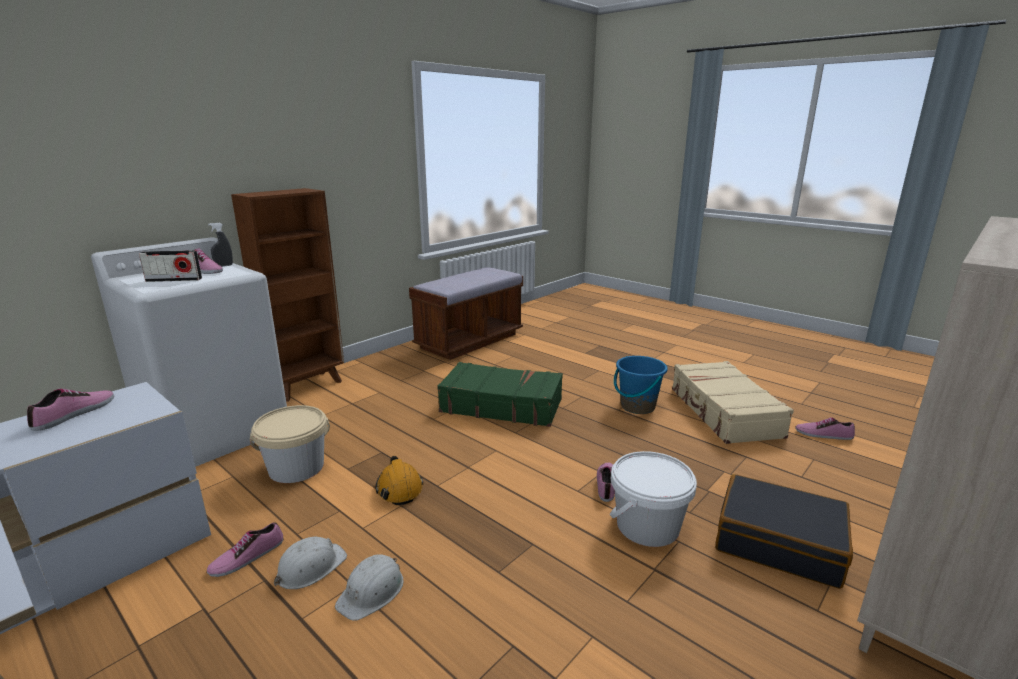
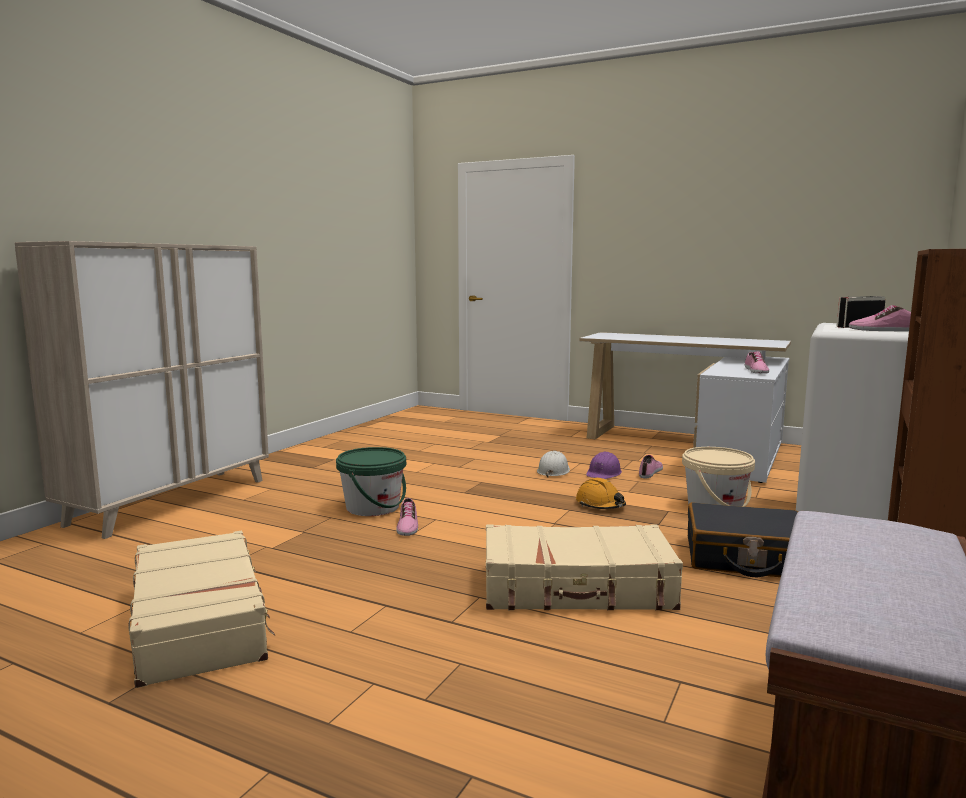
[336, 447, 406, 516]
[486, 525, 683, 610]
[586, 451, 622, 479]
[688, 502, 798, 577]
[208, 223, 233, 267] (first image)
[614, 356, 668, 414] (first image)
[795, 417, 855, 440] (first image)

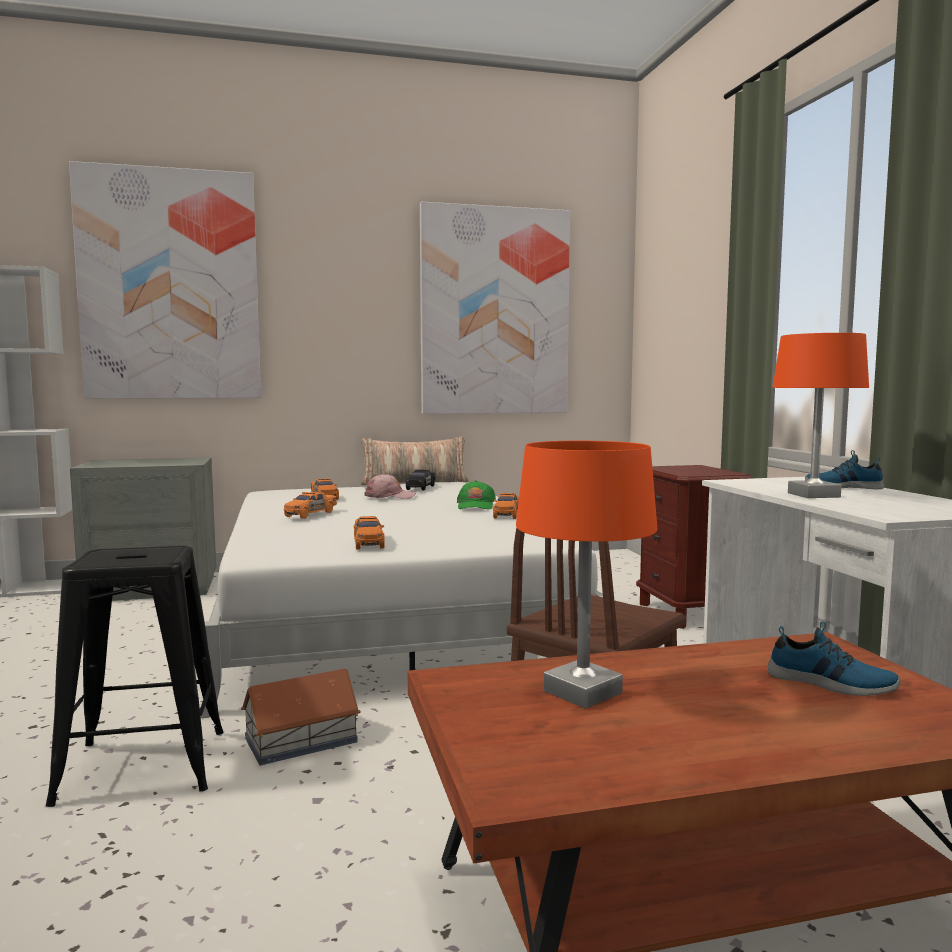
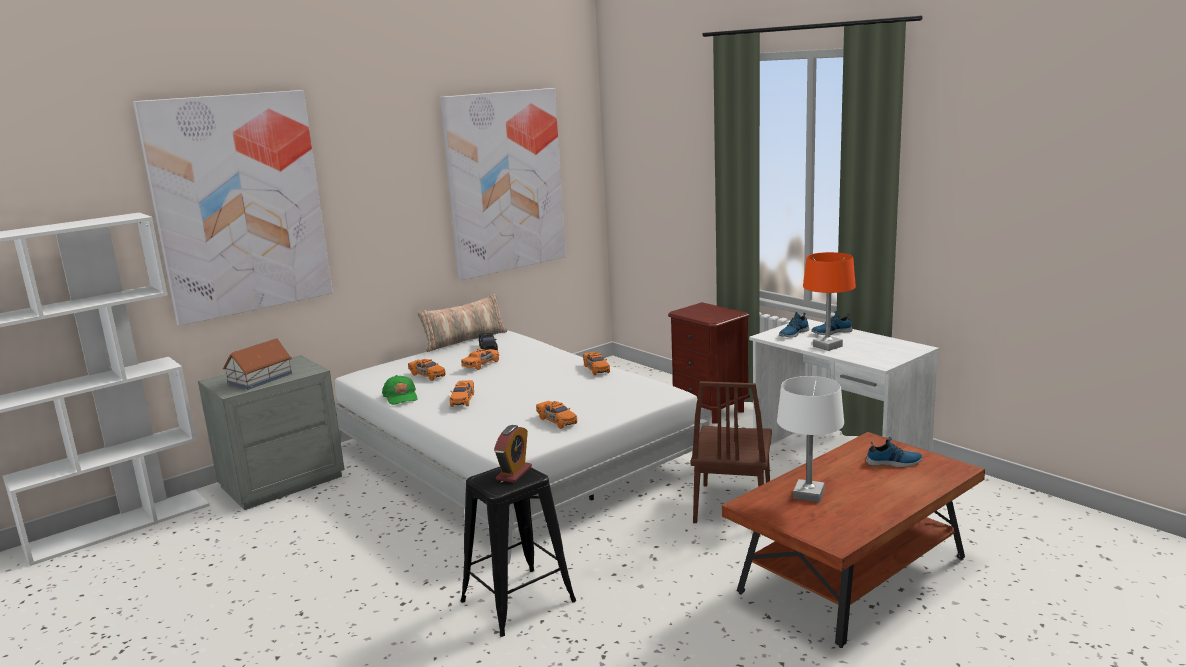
[222, 338, 292, 390]
[382, 375, 417, 405]
[461, 349, 499, 370]
[494, 425, 532, 483]
[777, 376, 844, 503]
[779, 312, 809, 338]

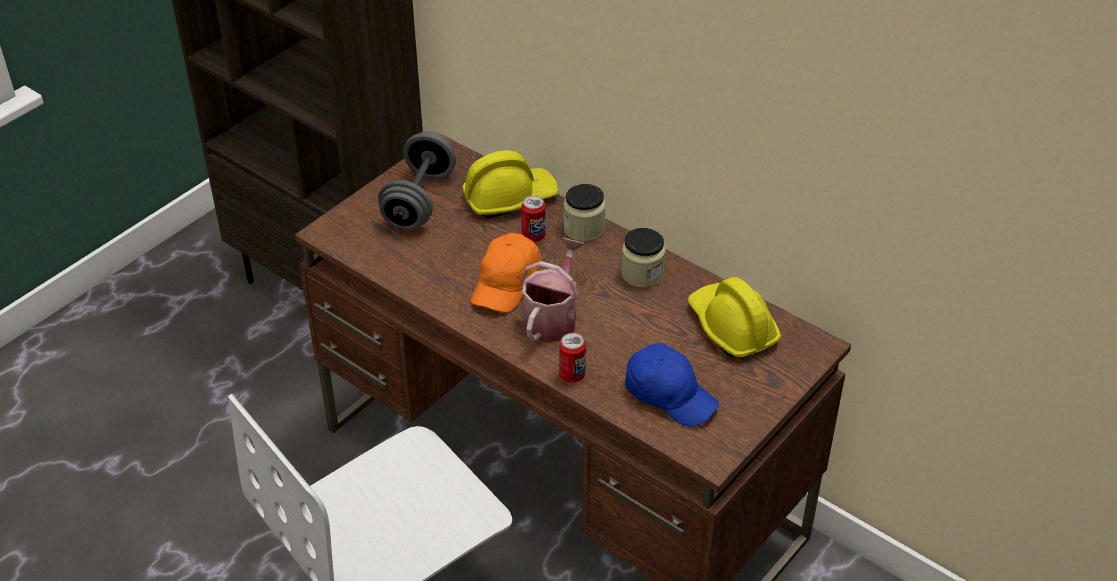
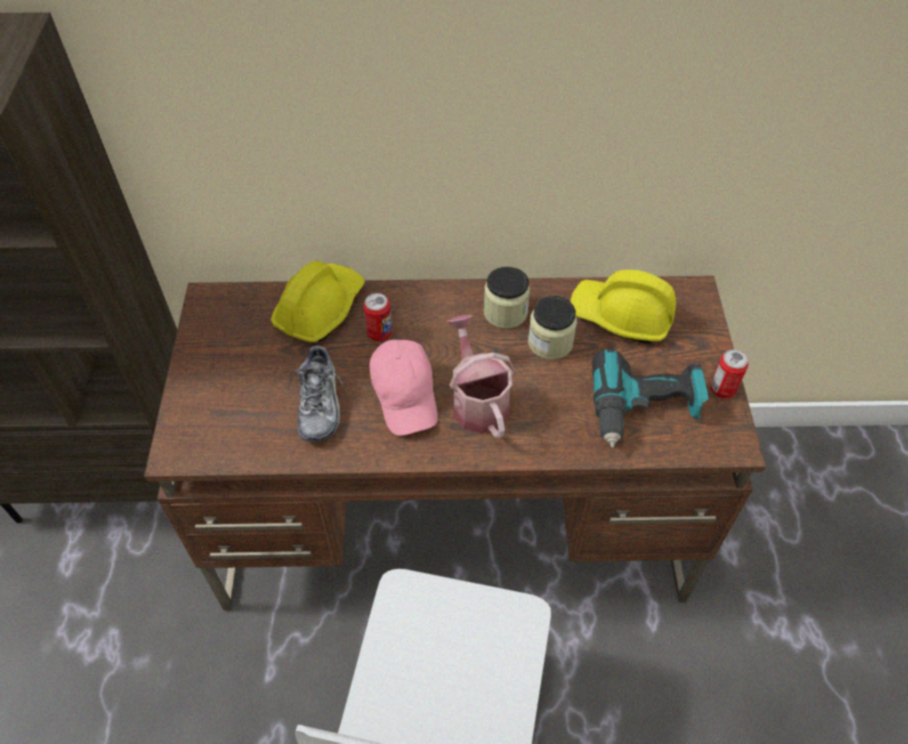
[287, 344, 343, 442]
[370, 340, 438, 436]
[528, 296, 577, 360]
[592, 349, 709, 449]
[710, 349, 748, 398]
[378, 131, 456, 230] (first image)

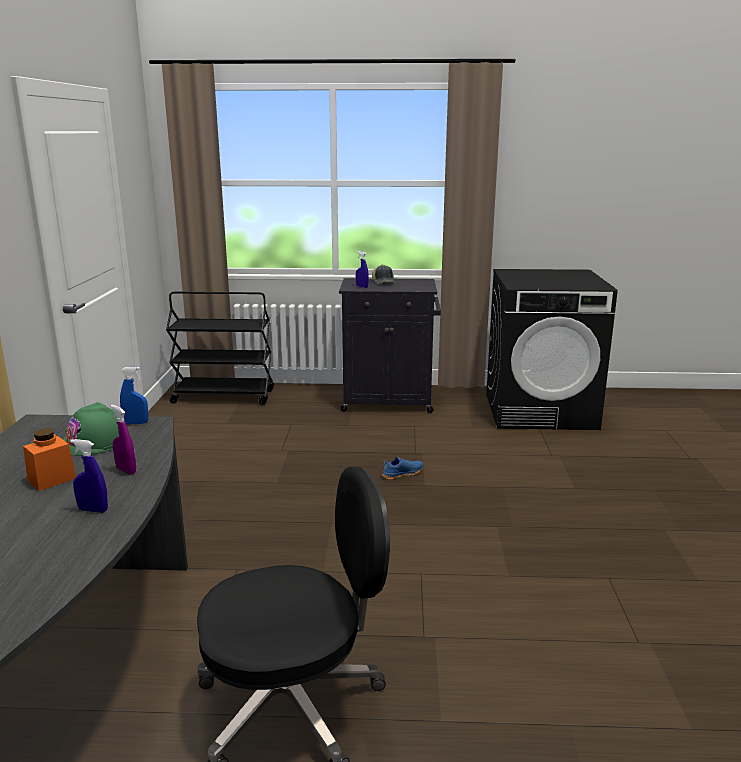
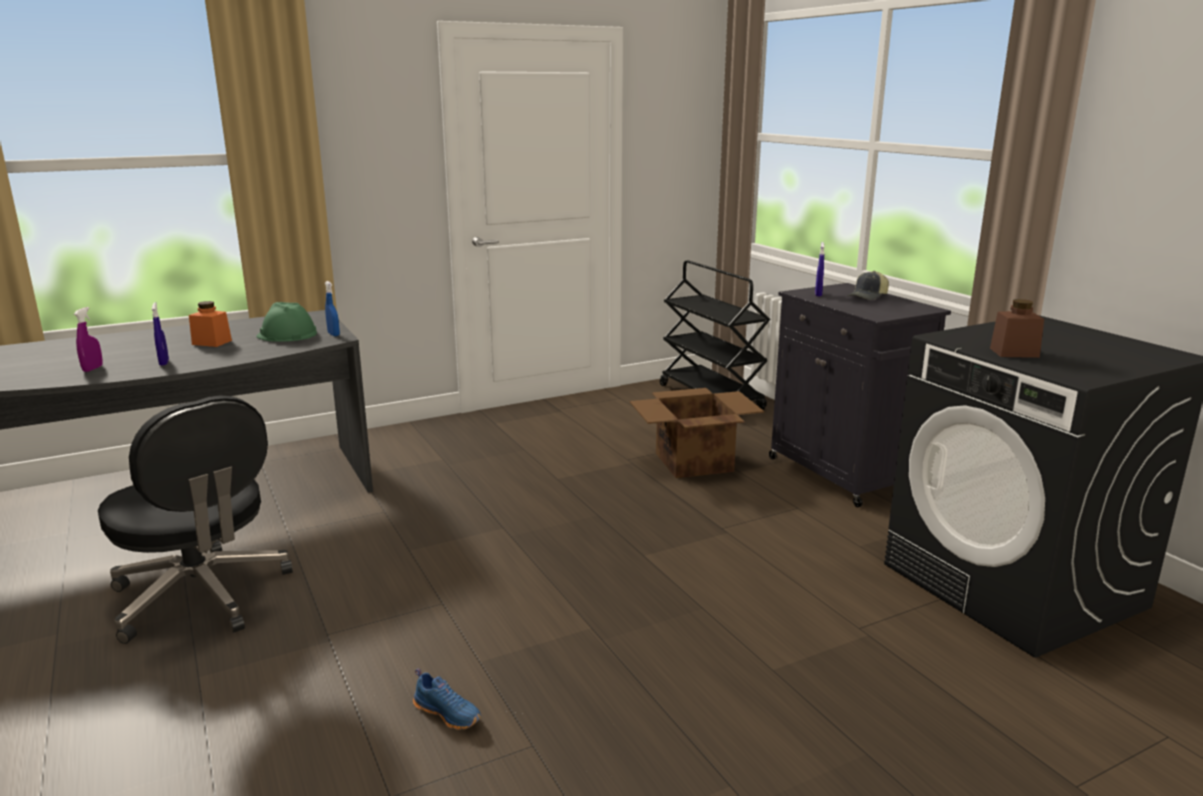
[74, 307, 103, 372]
[413, 668, 481, 730]
[630, 388, 764, 478]
[990, 299, 1044, 358]

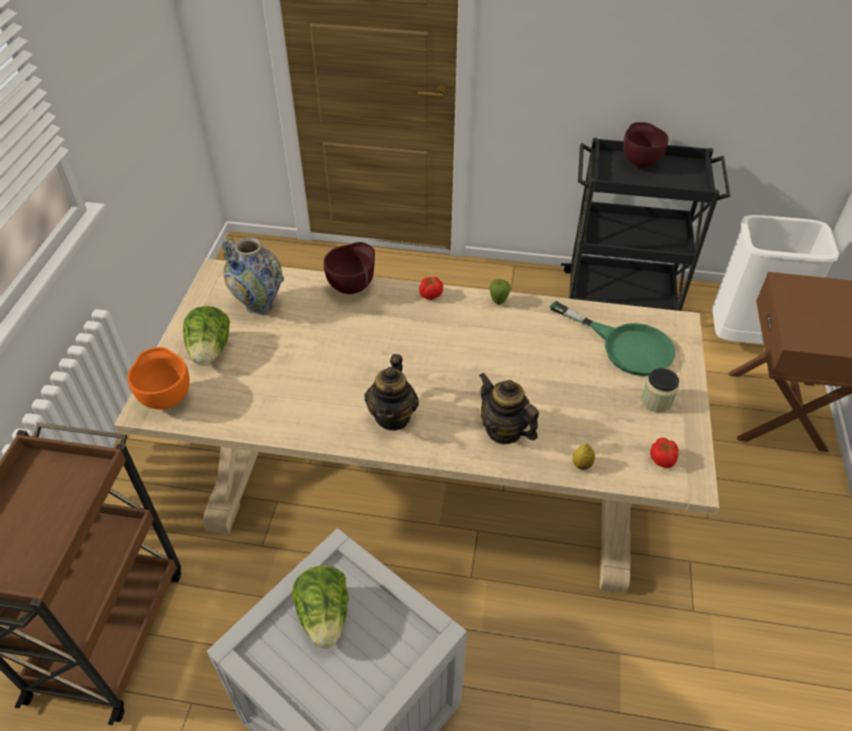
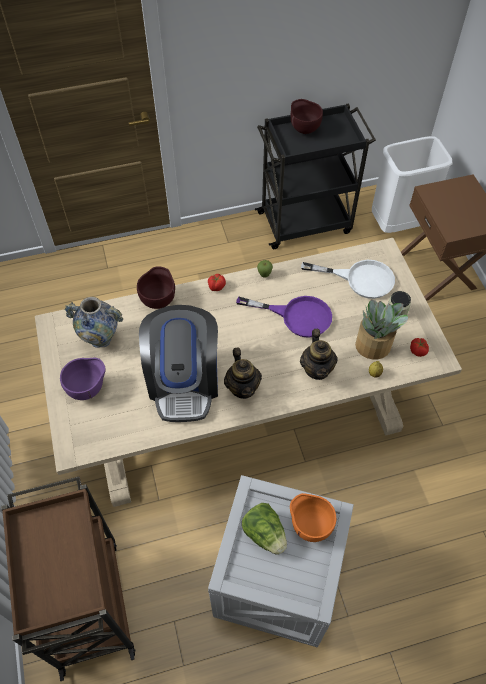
[60, 358, 106, 400]
[139, 305, 218, 422]
[236, 296, 332, 338]
[290, 493, 336, 542]
[300, 329, 338, 380]
[301, 260, 395, 299]
[355, 299, 409, 360]

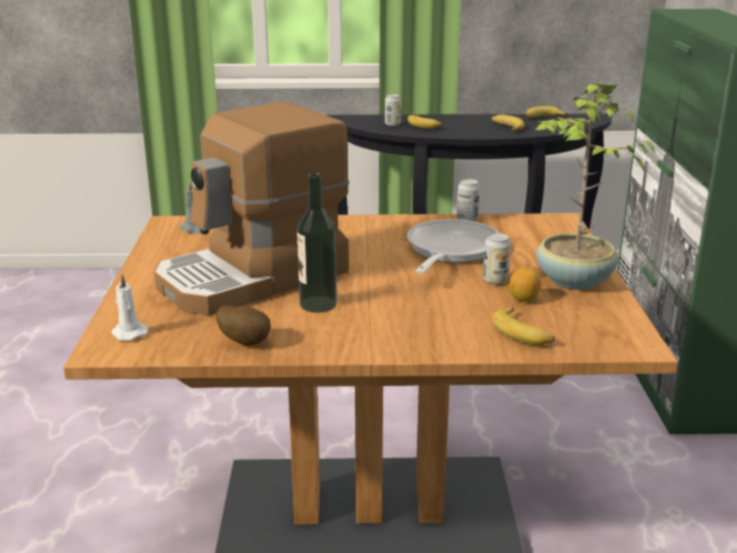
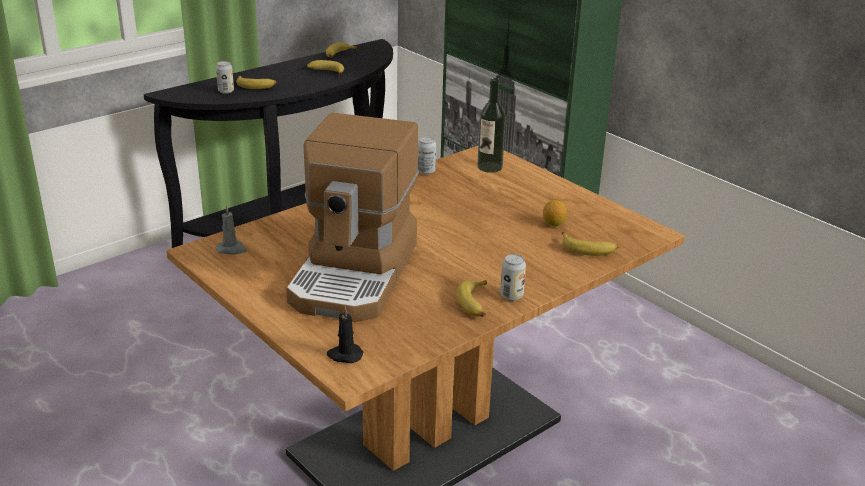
[327, 306, 363, 363]
[456, 280, 487, 317]
[477, 78, 506, 173]
[500, 254, 526, 301]
[216, 305, 271, 346] (first image)
[407, 219, 500, 274] (first image)
[534, 81, 656, 290] (first image)

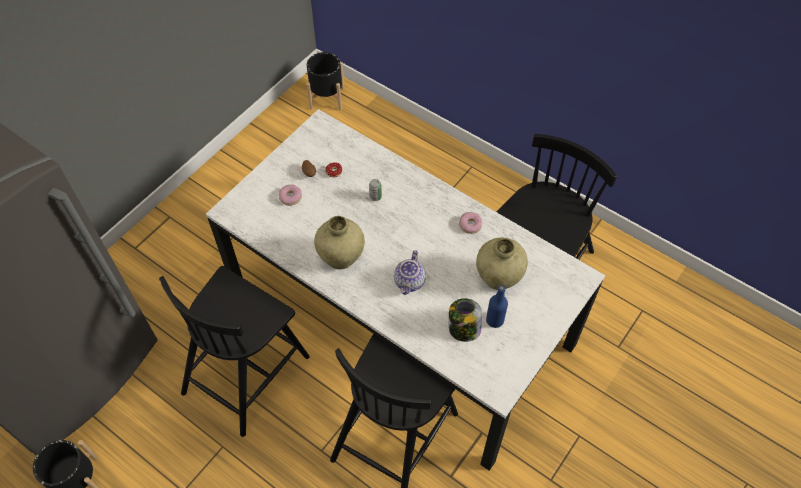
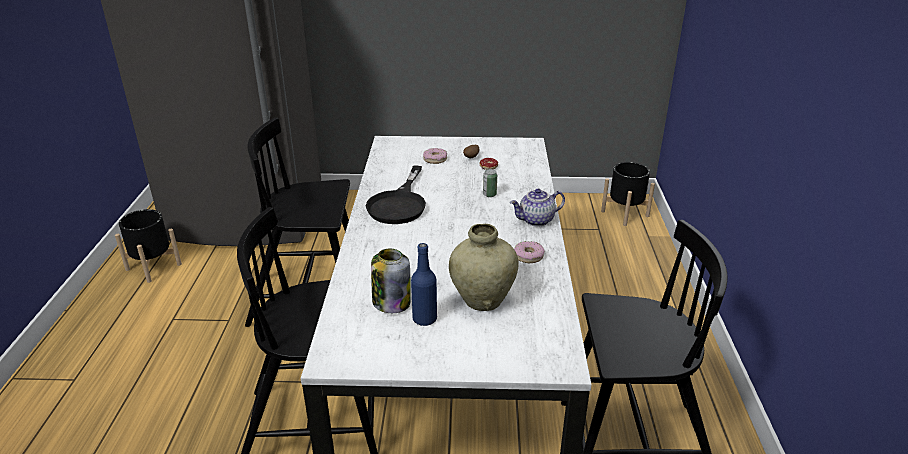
[366, 166, 426, 224]
[510, 189, 565, 227]

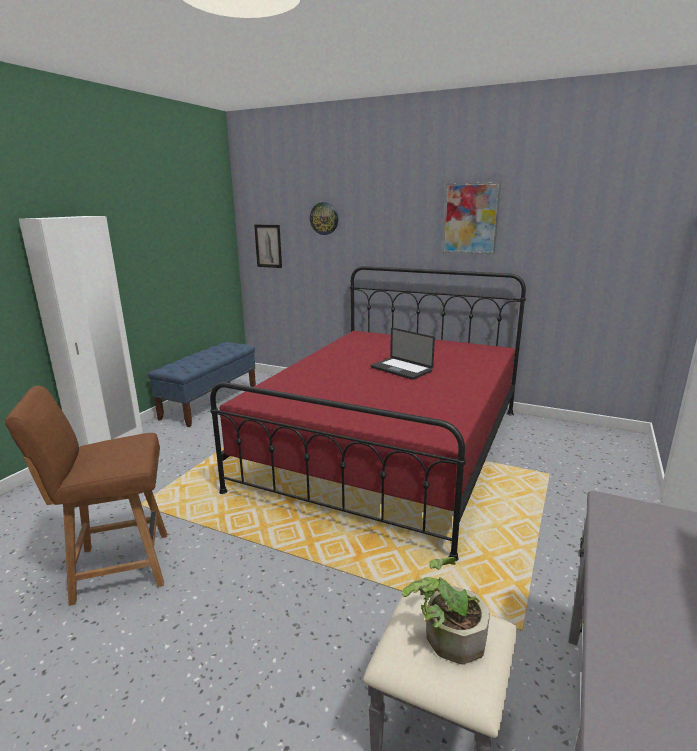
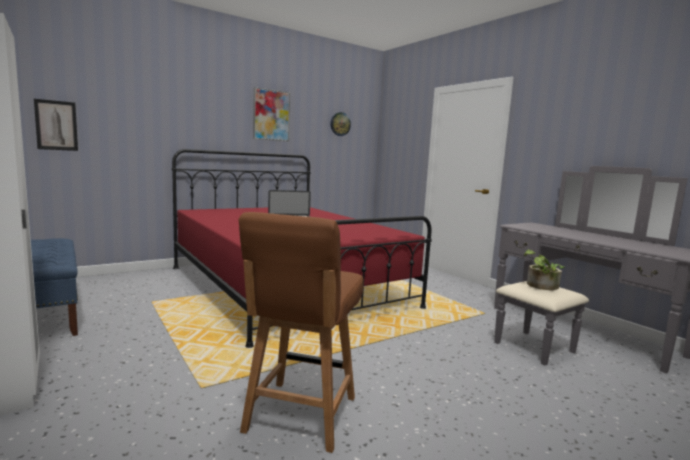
[330, 112, 351, 136]

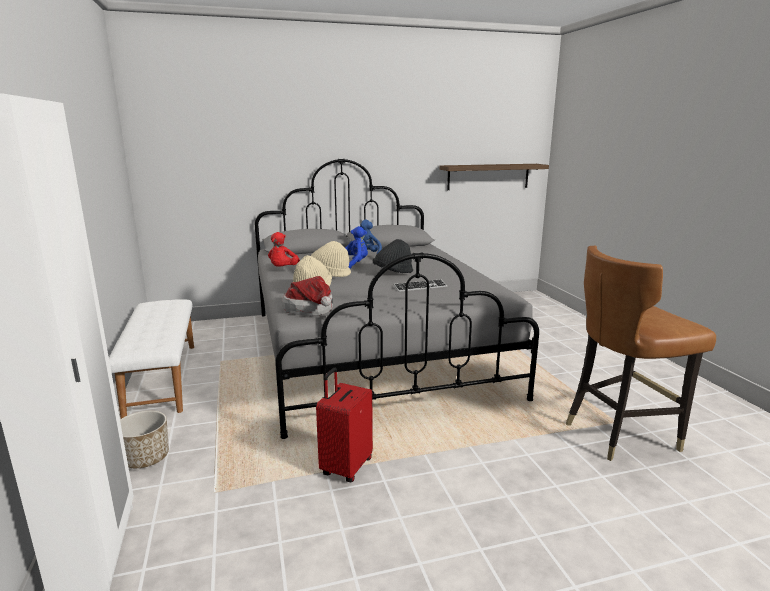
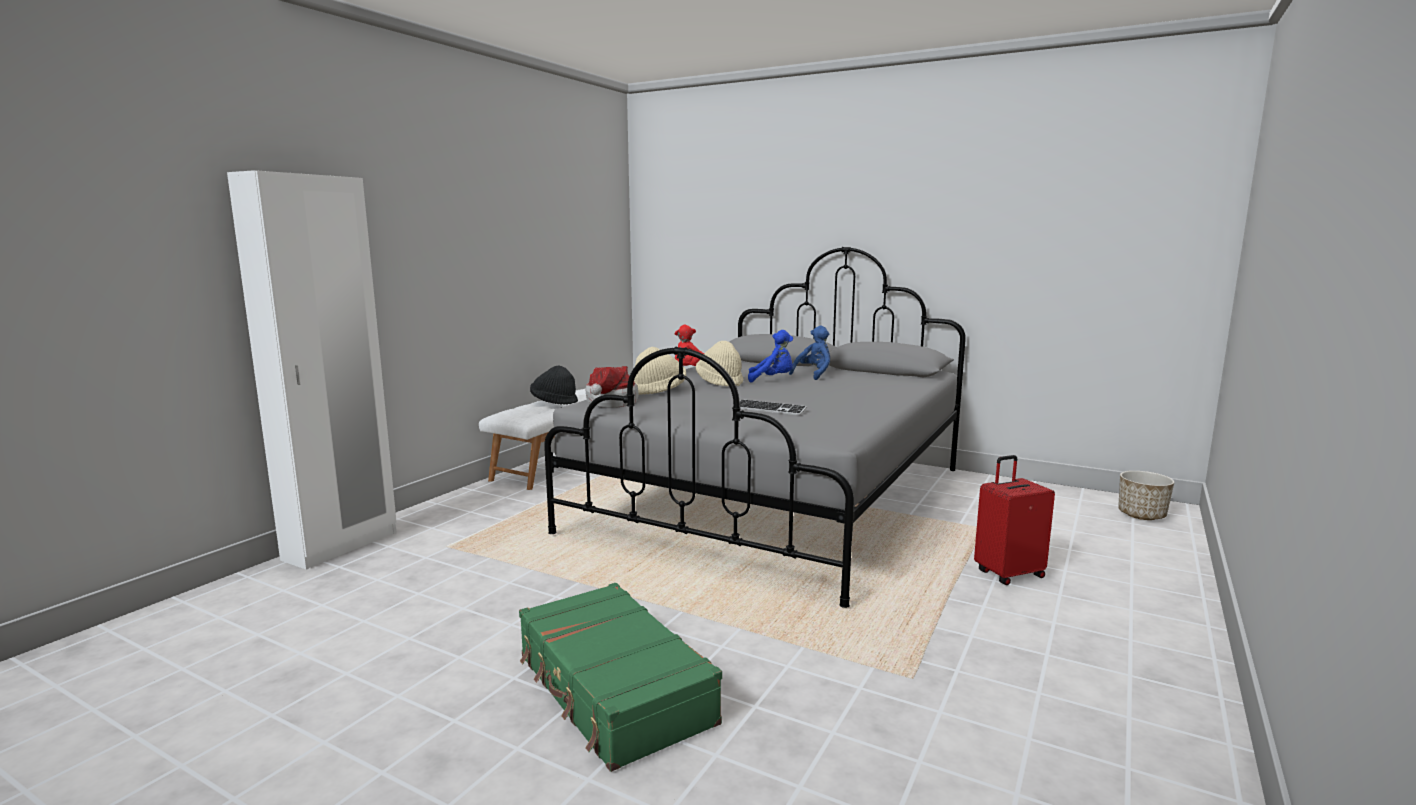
[519, 583, 722, 772]
[530, 366, 578, 405]
[974, 455, 1055, 585]
[1118, 471, 1174, 520]
[439, 164, 549, 190] (first image)
[566, 245, 716, 461] (first image)

